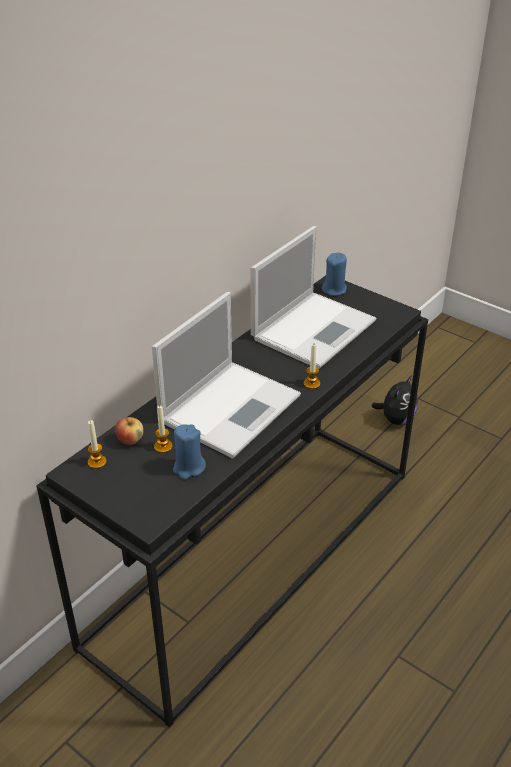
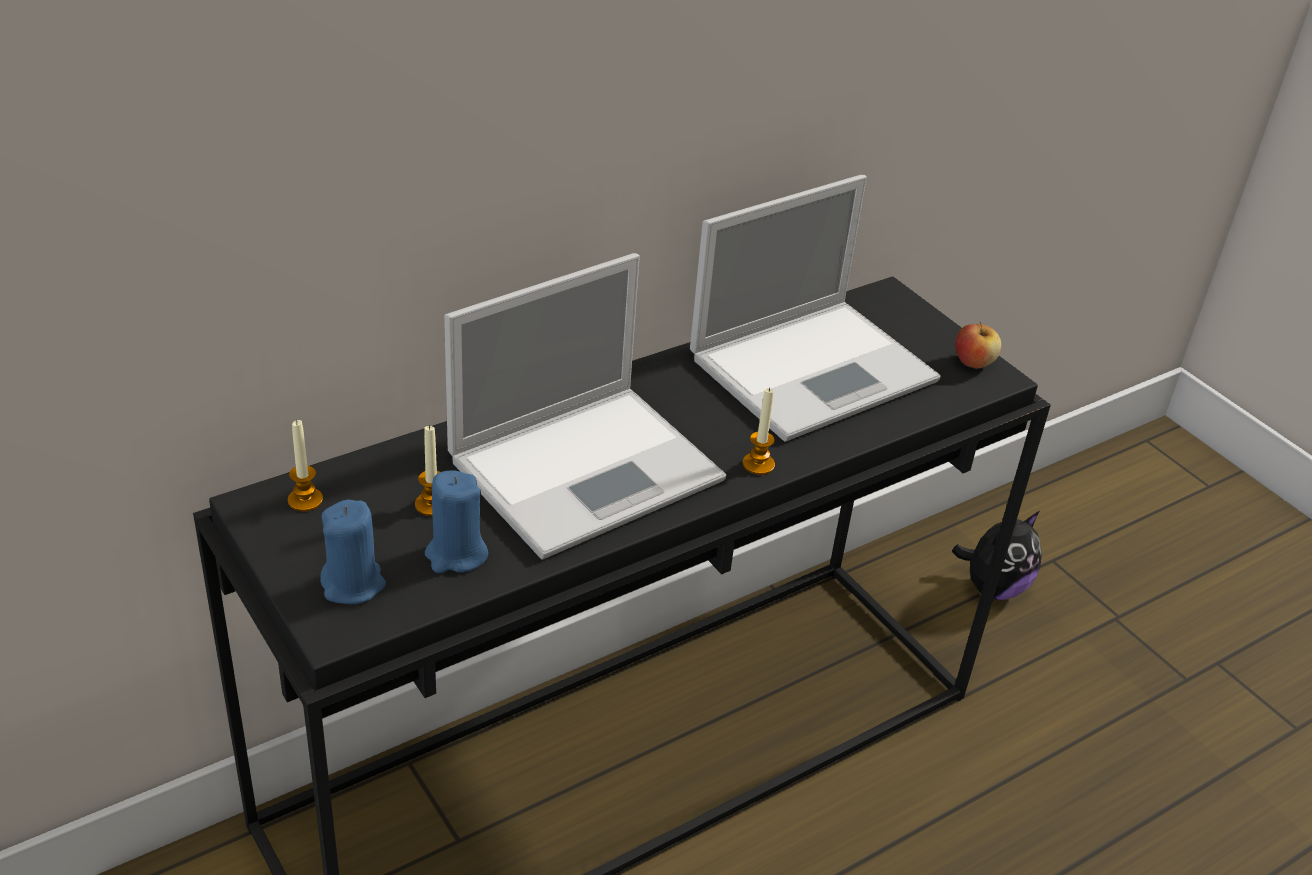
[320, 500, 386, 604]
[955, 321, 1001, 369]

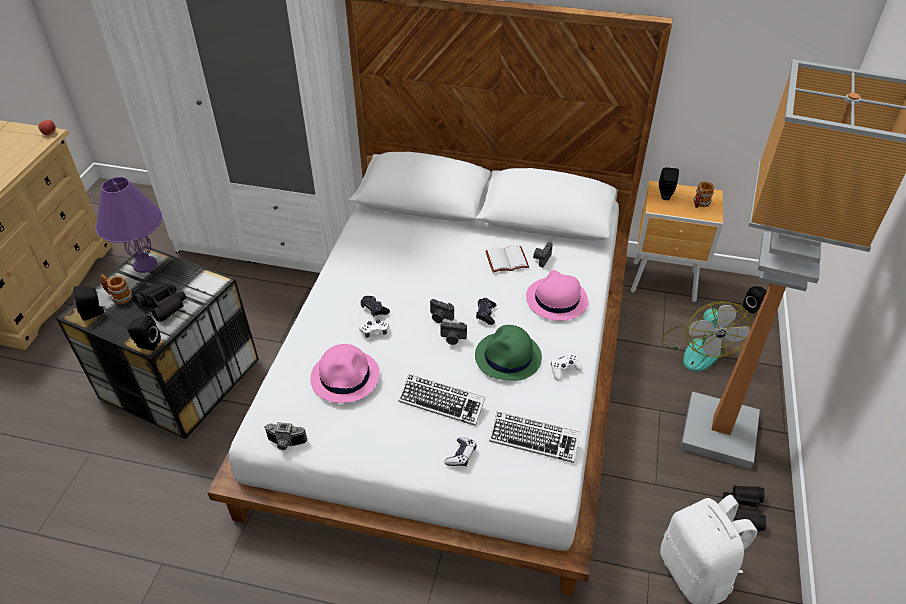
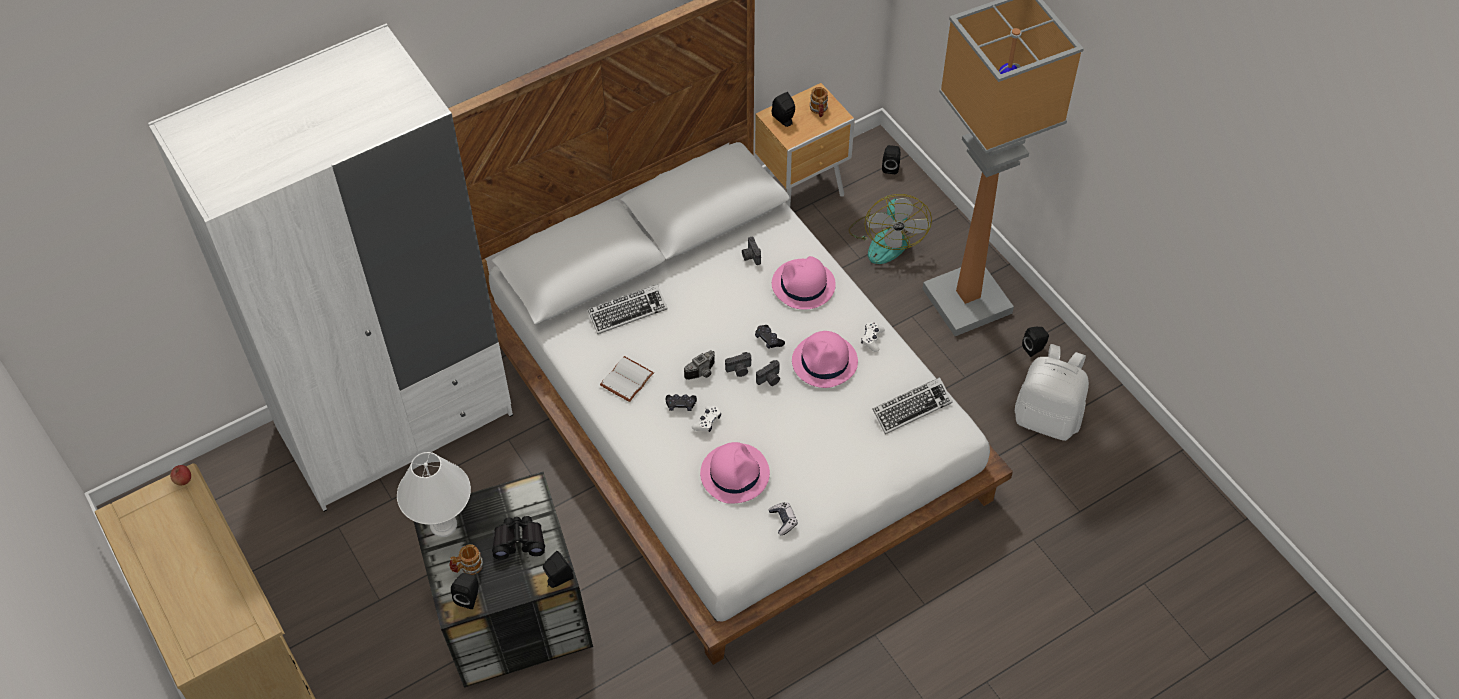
[397, 452, 471, 537]
[588, 284, 667, 334]
[600, 356, 654, 402]
[684, 350, 715, 380]
[768, 502, 798, 535]
[792, 331, 858, 388]
[848, 194, 932, 264]
[1022, 326, 1049, 357]

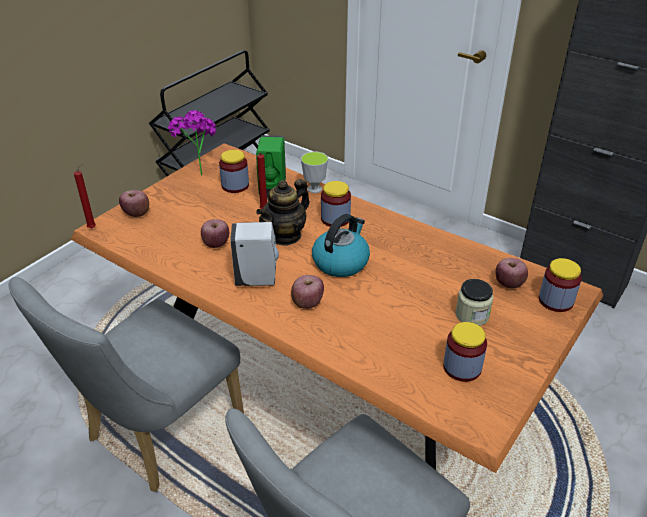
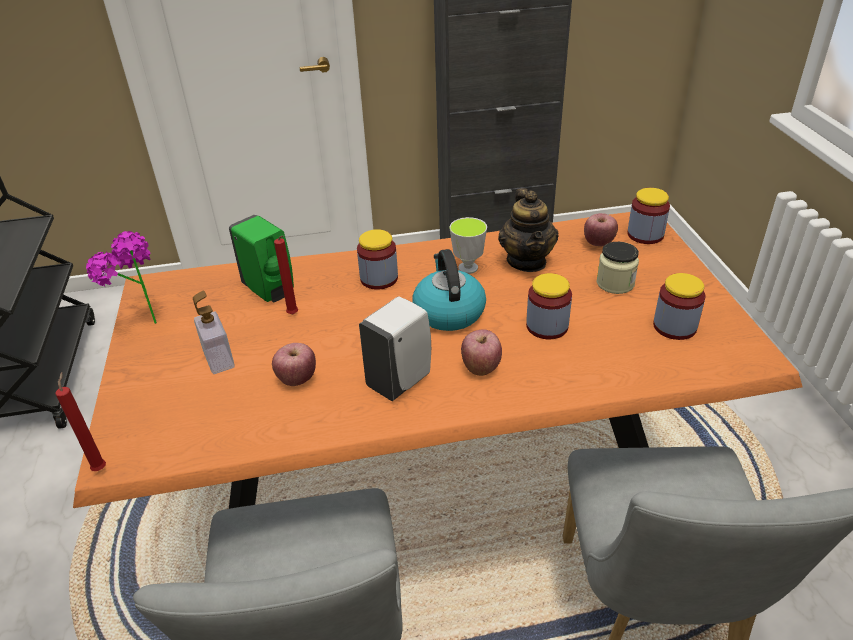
[193, 290, 234, 374]
[450, 217, 487, 274]
[498, 188, 559, 272]
[526, 273, 572, 339]
[119, 190, 149, 217] (first image)

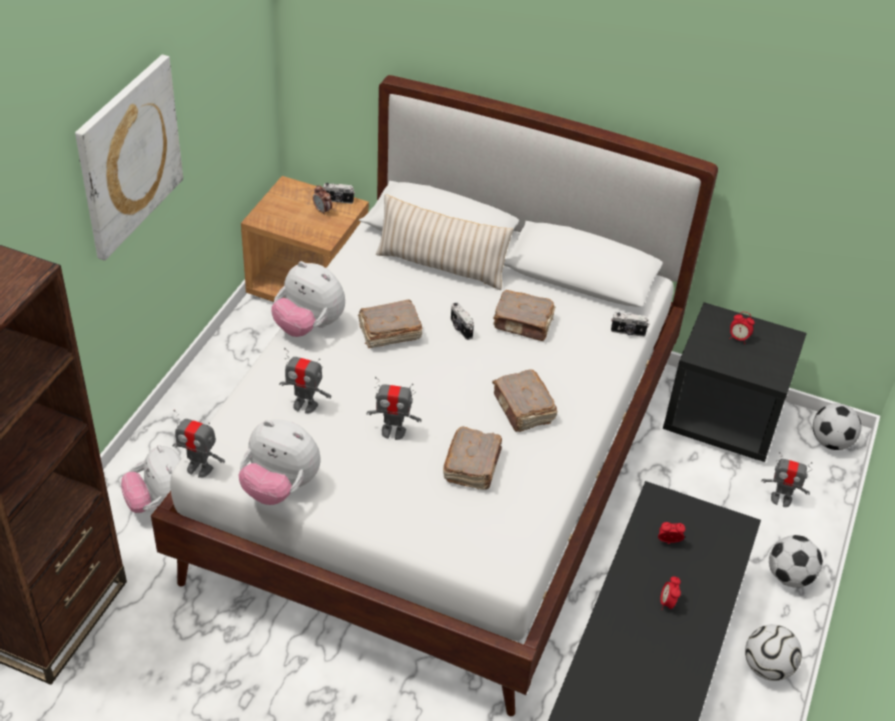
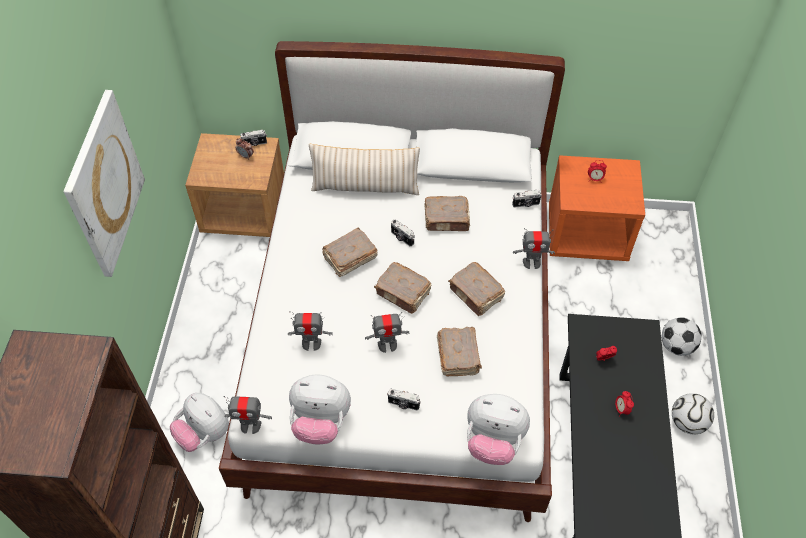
[374, 262, 431, 314]
[387, 389, 421, 410]
[467, 394, 530, 465]
[513, 228, 555, 269]
[549, 155, 645, 261]
[813, 403, 861, 450] (first image)

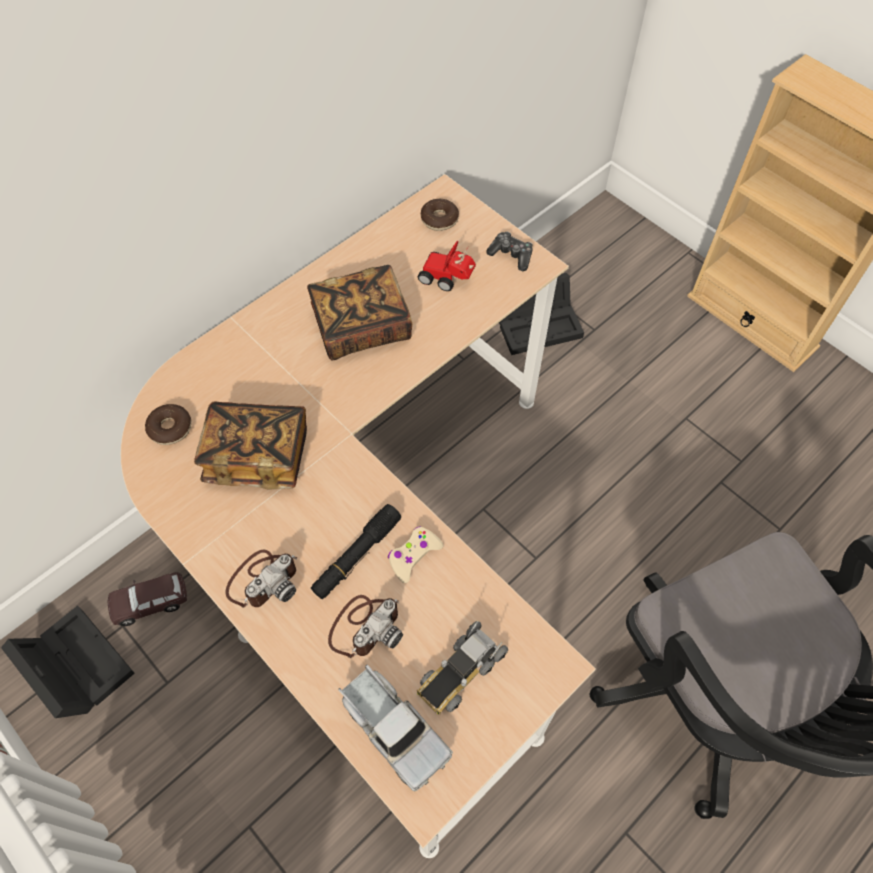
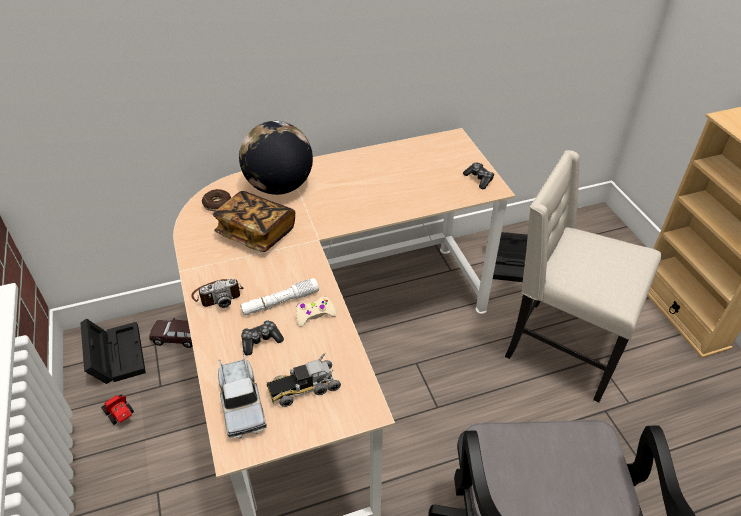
[101, 394, 134, 425]
[239, 121, 313, 195]
[240, 278, 319, 315]
[241, 320, 284, 356]
[505, 150, 662, 402]
[307, 265, 412, 361] (first image)
[421, 199, 459, 231] (first image)

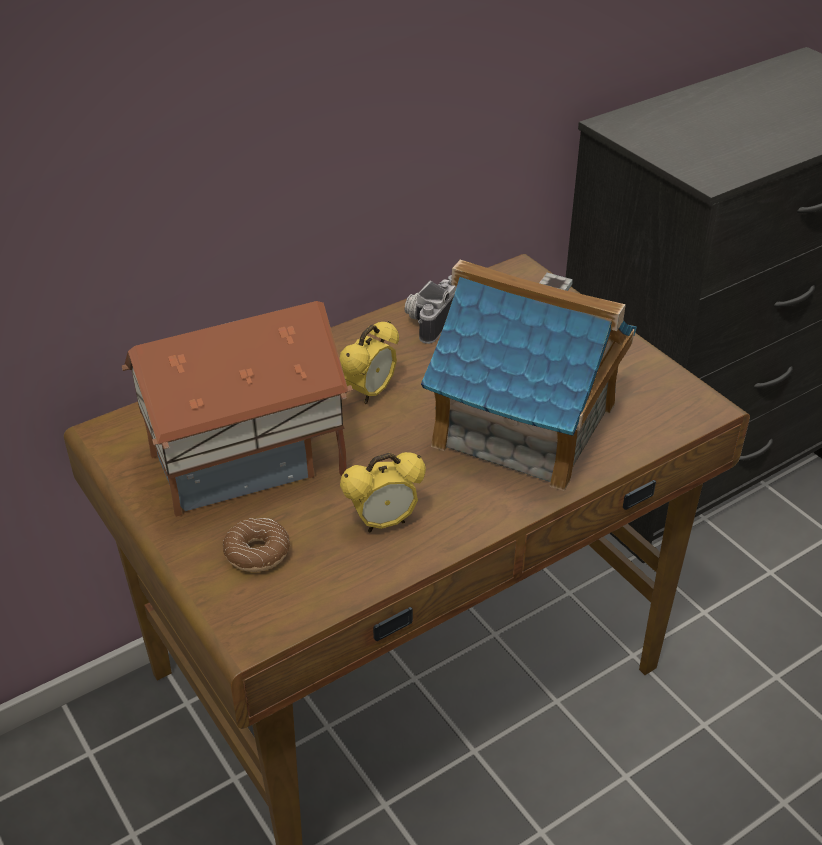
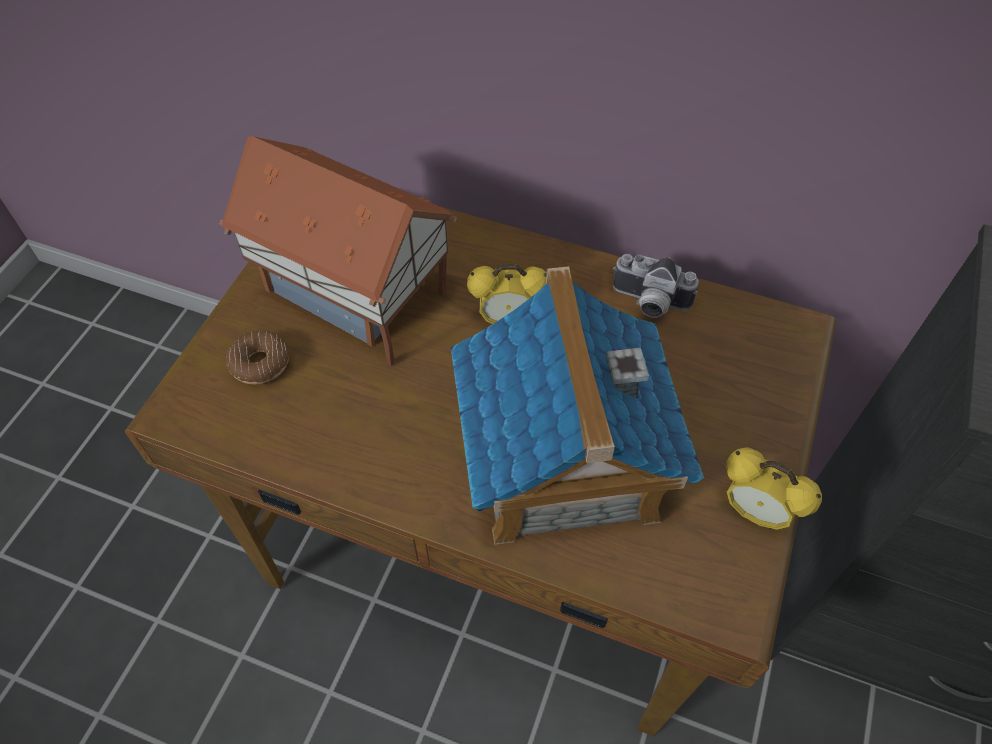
[613, 254, 699, 318]
[726, 447, 822, 530]

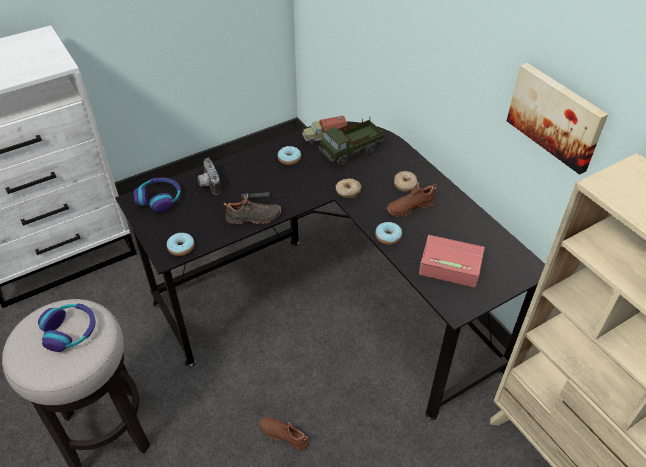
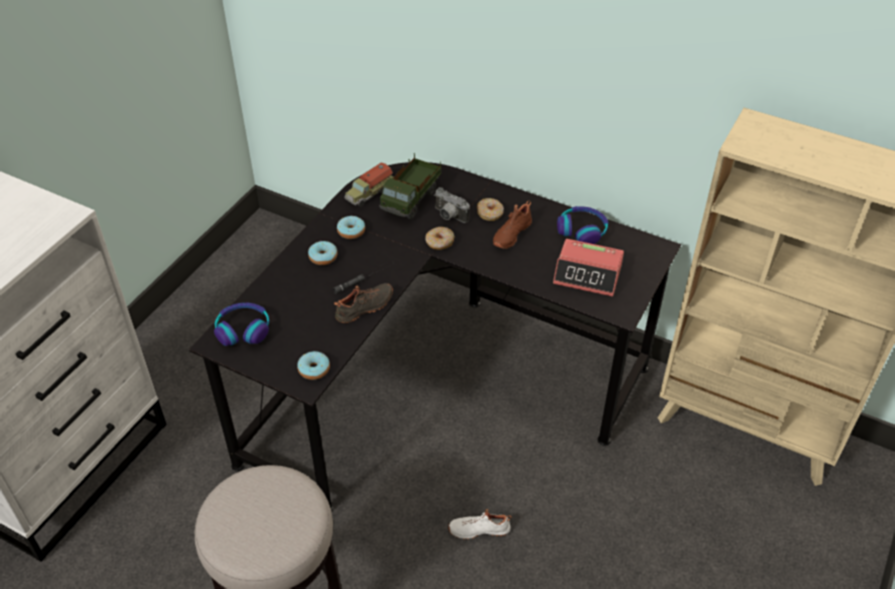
[308, 241, 337, 265]
[434, 187, 470, 223]
[448, 509, 511, 539]
[553, 239, 624, 297]
[557, 206, 608, 244]
[507, 63, 608, 175] (first image)

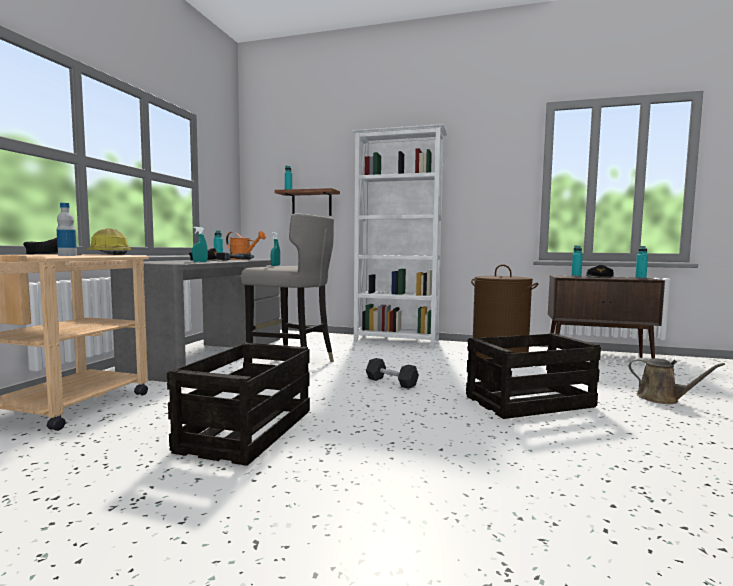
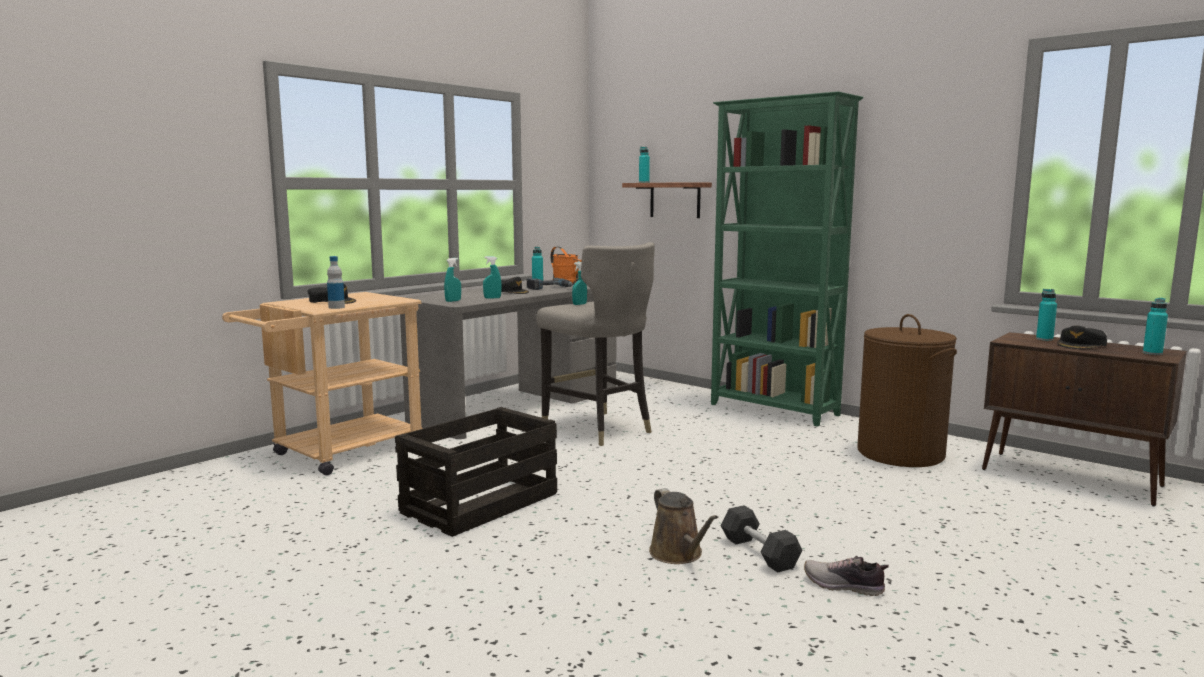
[444, 258, 461, 302]
[649, 488, 718, 564]
[711, 91, 864, 427]
[720, 505, 802, 573]
[804, 556, 889, 596]
[87, 228, 131, 255] (first image)
[466, 333, 601, 419] (first image)

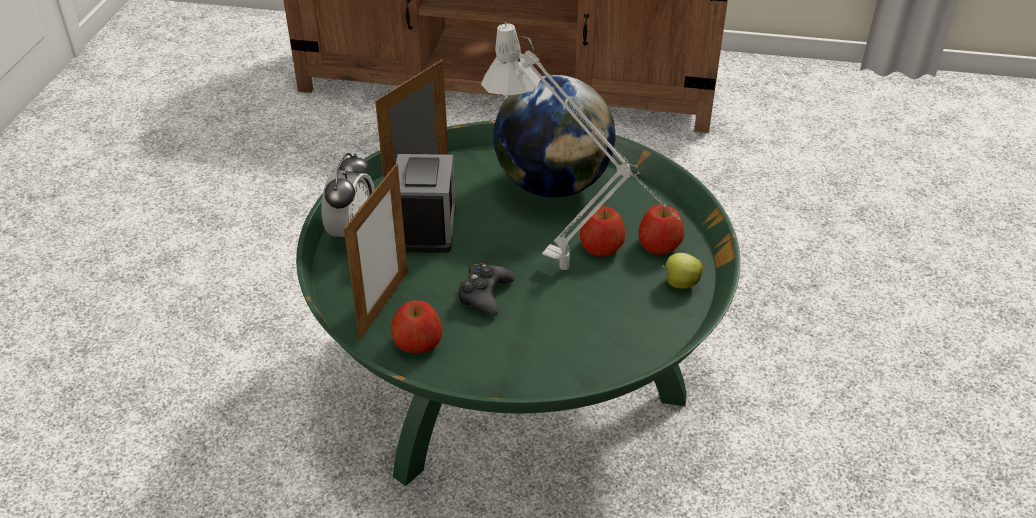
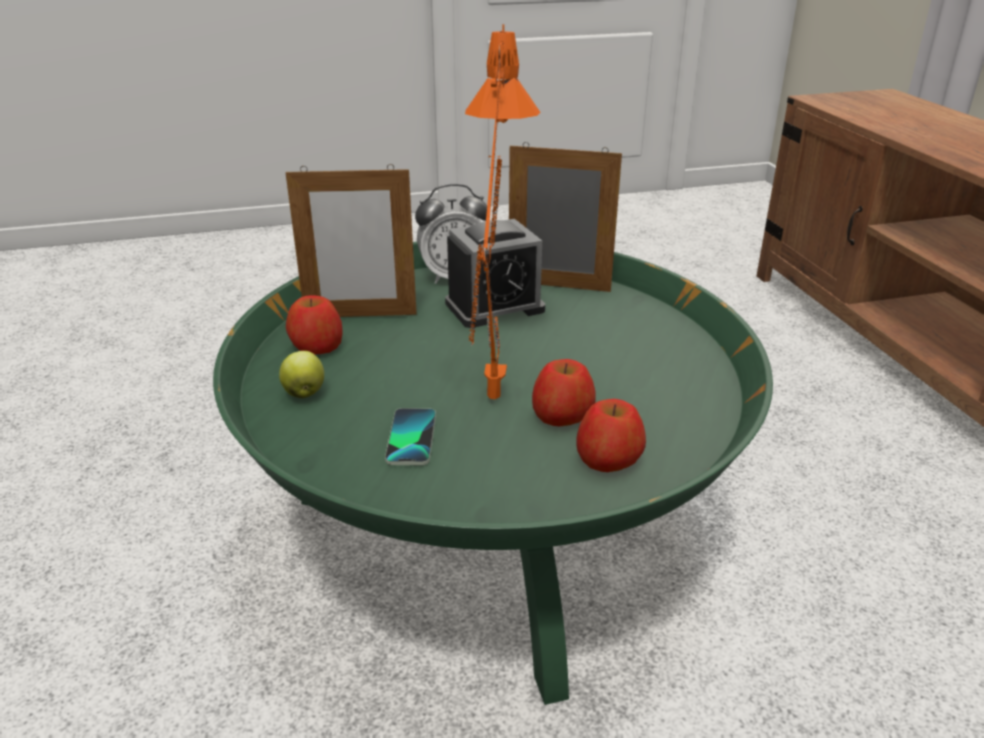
[279, 351, 324, 398]
[385, 408, 436, 465]
[465, 24, 541, 399]
[457, 263, 515, 316] (first image)
[493, 75, 616, 198] (first image)

